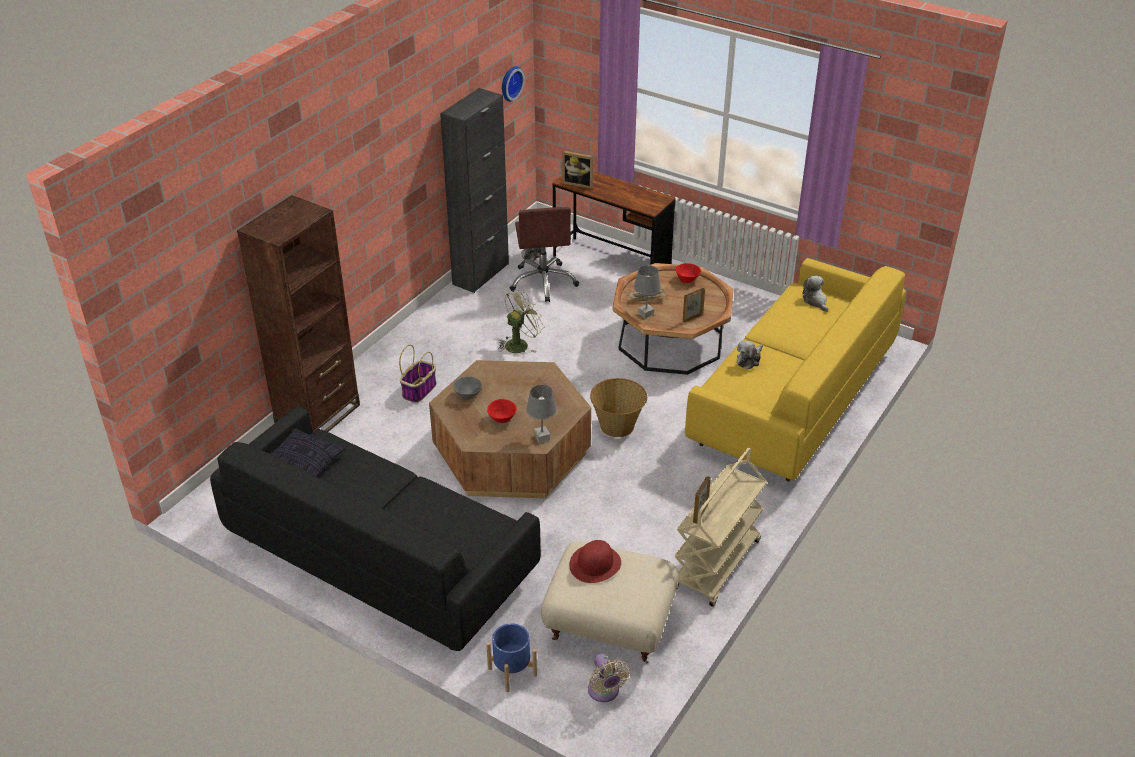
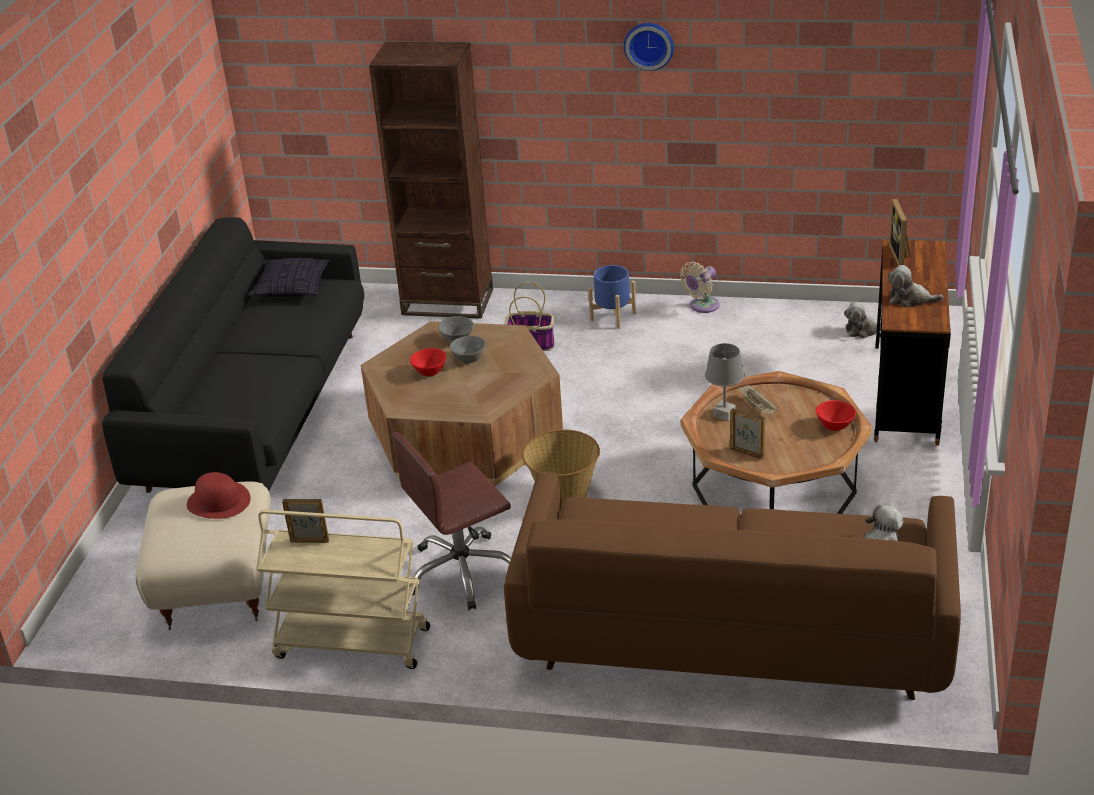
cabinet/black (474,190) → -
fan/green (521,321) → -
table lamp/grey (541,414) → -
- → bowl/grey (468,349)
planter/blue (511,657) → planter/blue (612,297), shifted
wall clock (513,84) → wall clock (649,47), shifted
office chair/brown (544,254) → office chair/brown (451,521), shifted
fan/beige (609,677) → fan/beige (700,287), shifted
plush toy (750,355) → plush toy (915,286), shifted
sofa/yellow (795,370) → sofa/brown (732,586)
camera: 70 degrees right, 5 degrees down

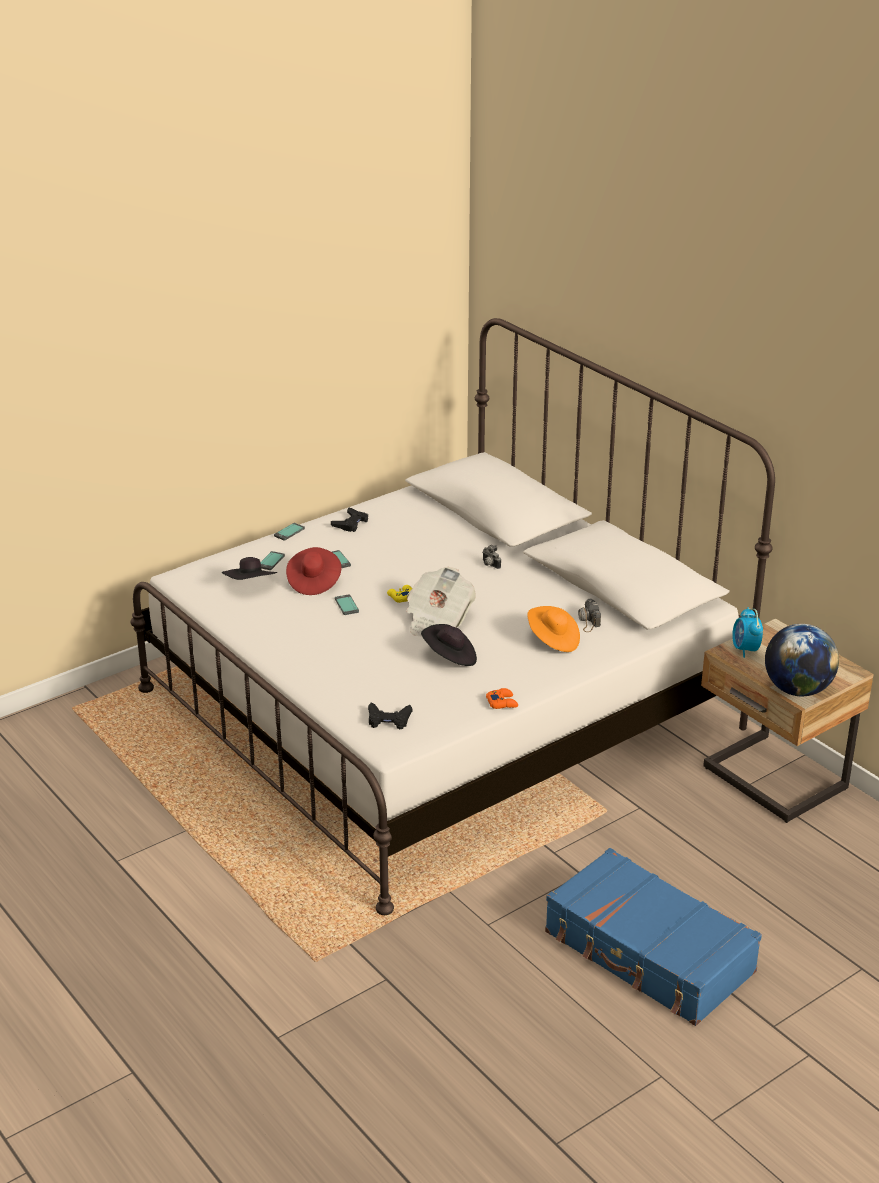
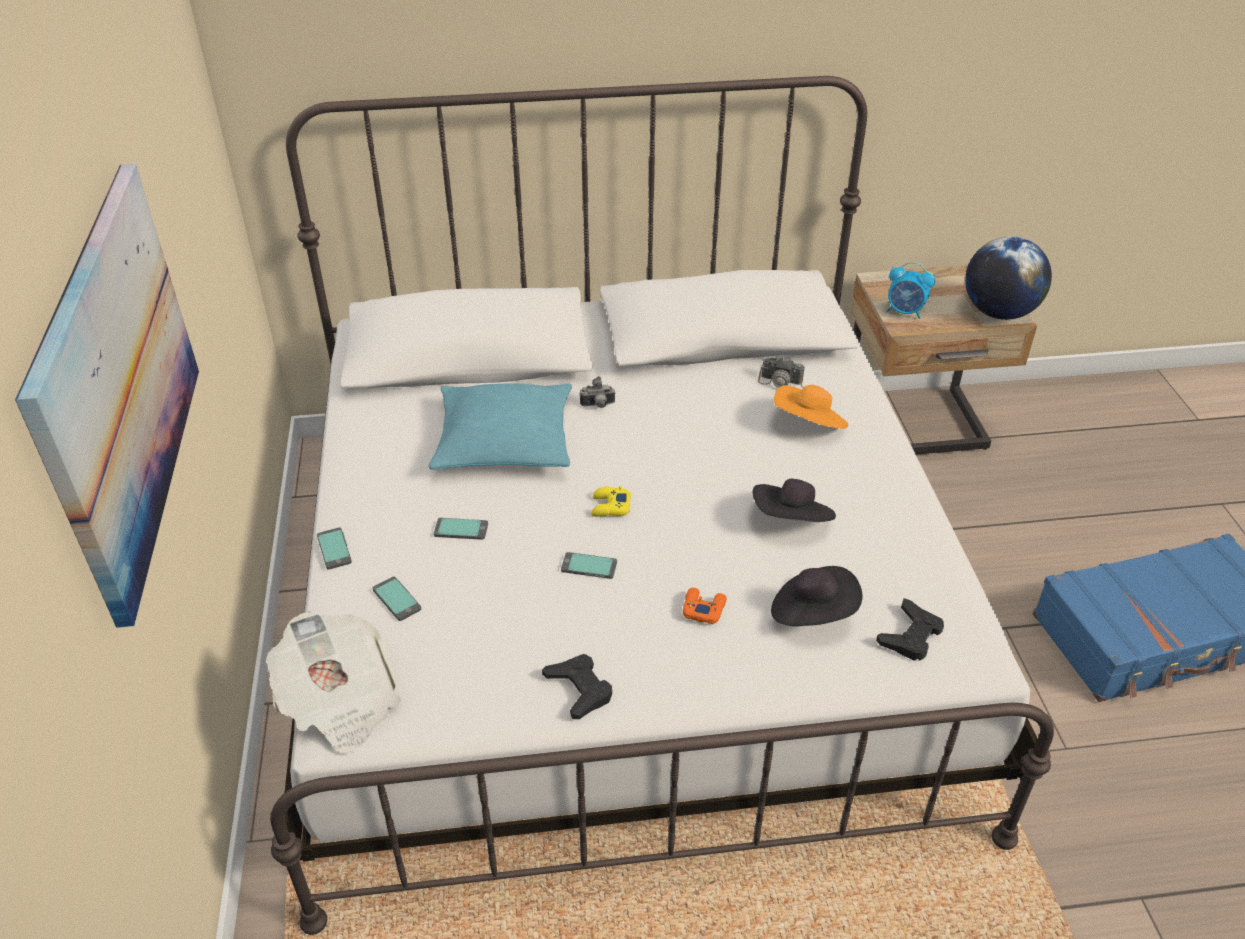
hat/red (313,571) → -
- → picture (107,396)
- → pillow/turquoise (500,426)
hat/black (250,568) → hat/black (816,596), shifted
game controller/black (349,519) → game controller/black (577,686), shifted
newspaper (441,602) → newspaper (333,682), shifted
game controller/orange (502,698) → game controller/orange (705,606), shifted
camera: 60 degrees left, 10 degrees up

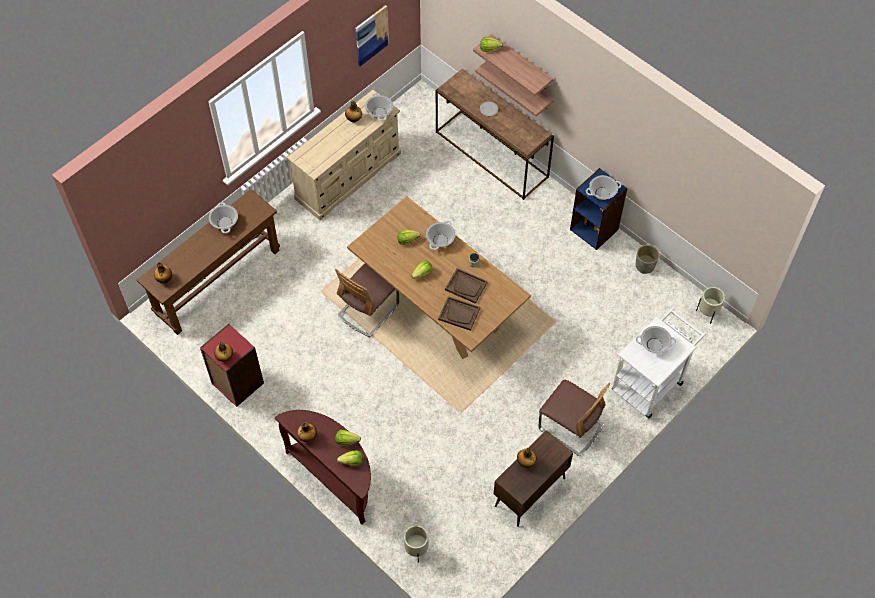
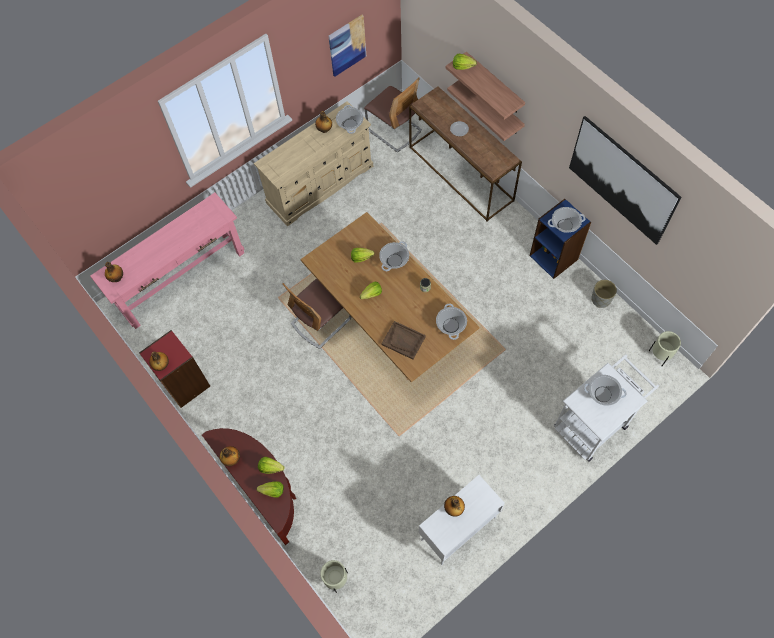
tray/brown (466,286) → -
- → picture (625,180)
cooking pot (223,217) → cooking pot (451,322), shifted
chair (574,418) → chair (393,114), shifted
console table/brown (208,262) → console table/pink (167,261)
cabinet/brown (533,478) → cabinet/white (462,520)
camera: 10 degrees right, 5 degrees up

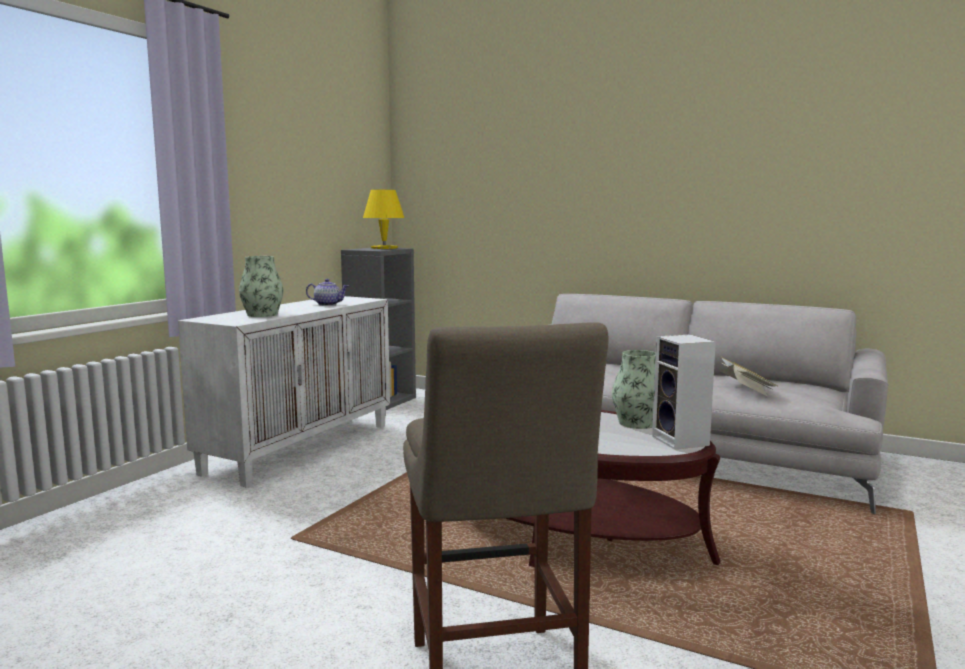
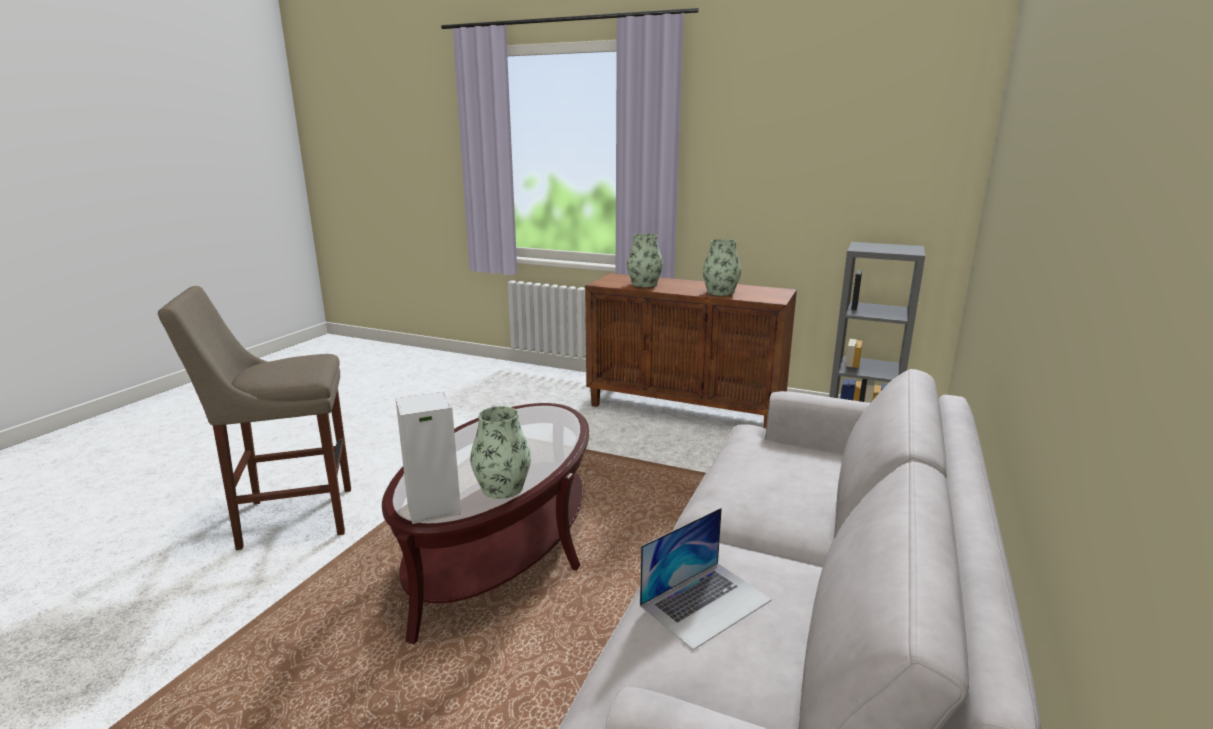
table lamp/yellow (383,219) → -
teapot (327,292) → vase (722,267)
book (748,377) → laptop (706,579)
cabinet/white (284,391) → cabinet/brown (691,351)
camera: 85 degrees right, 10 degrees up

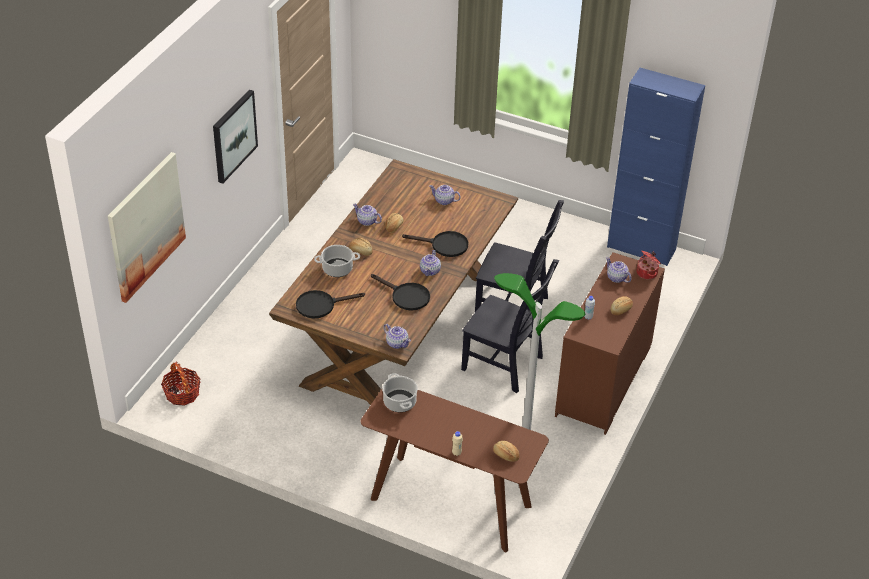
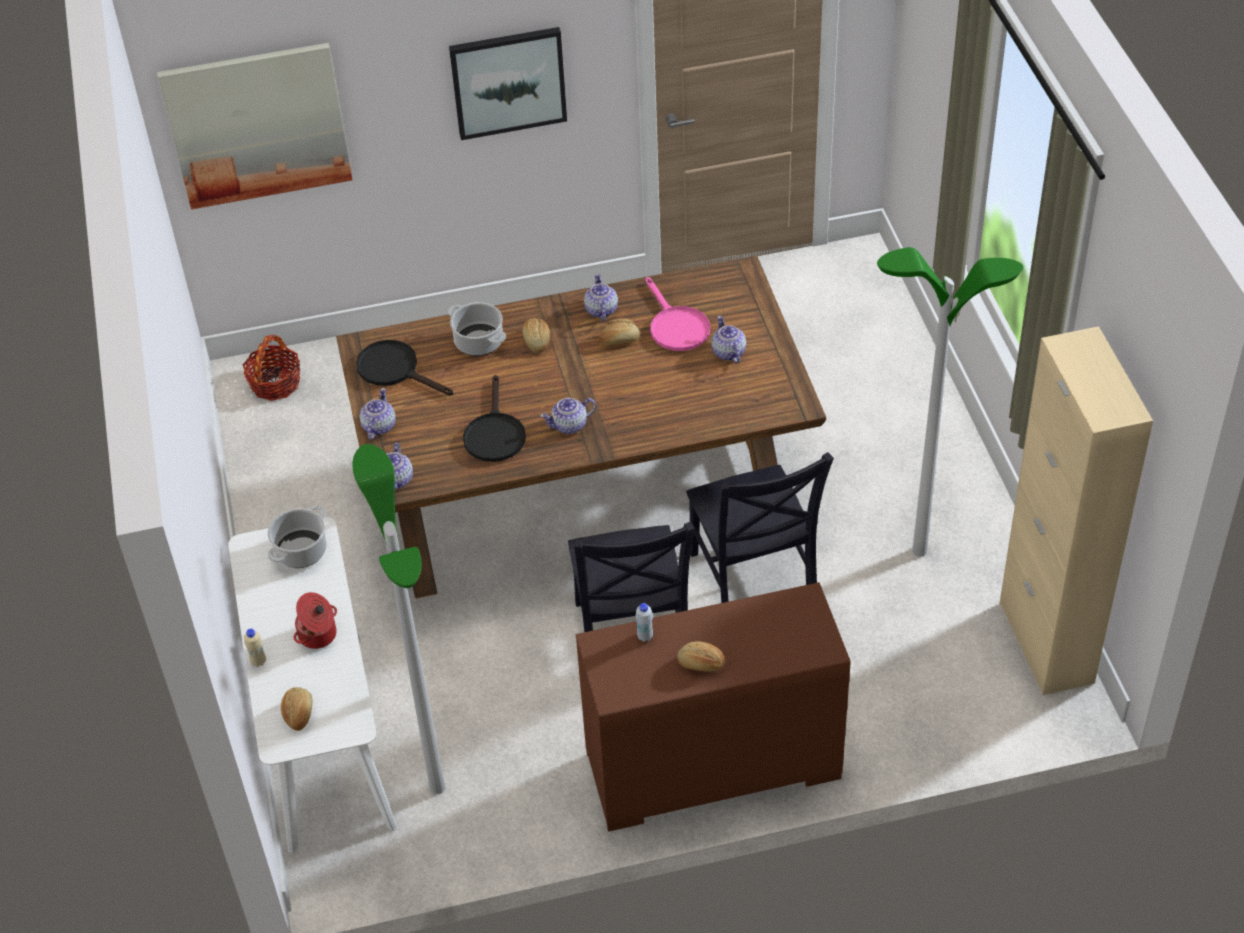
frying pan/black (435,244) → -
- → frying pan/pink (677,314)
- → floor lamp (950,402)
teapot (619,270) → teapot (377,414), shifted
cooking pot (649,265) → cooking pot (315,620), shifted
console table/brown (455,470) → console table/white (312,685)
cabinet/blue (656,167) → cabinet/beige (1076,510)
camera: 55 degrees right, 5 degrees up

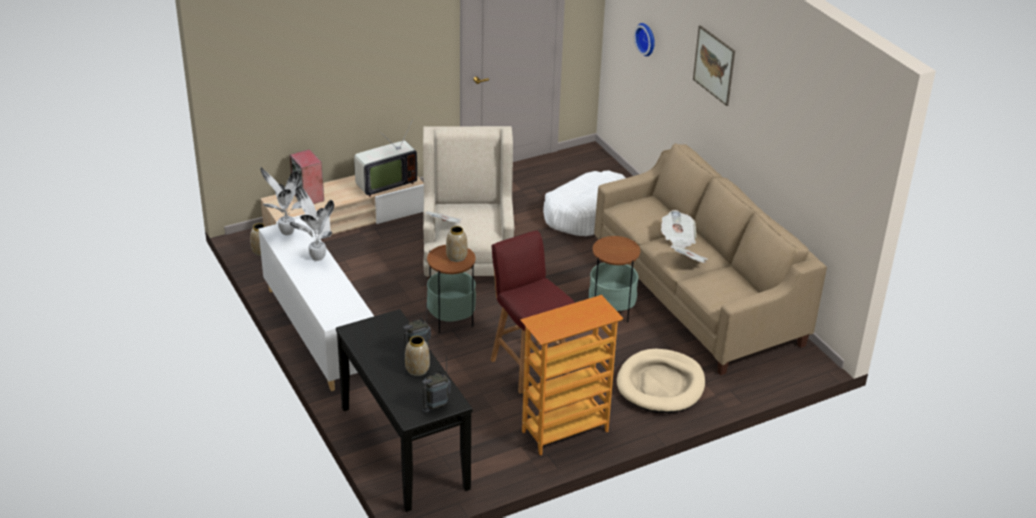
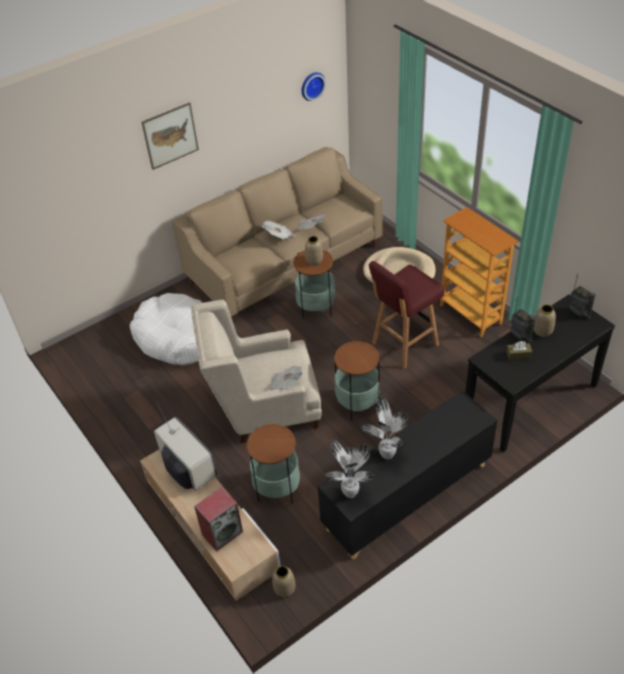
- → side table (273,463)
- → tissue box/brown (519,350)
vase (457,244) → vase (314,250), shifted
wall clock (644,39) → wall clock (313,86), shifted
cabinet/white (316,304) → cabinet/black (408,475)
camera: 95 degrees left, 10 degrees up

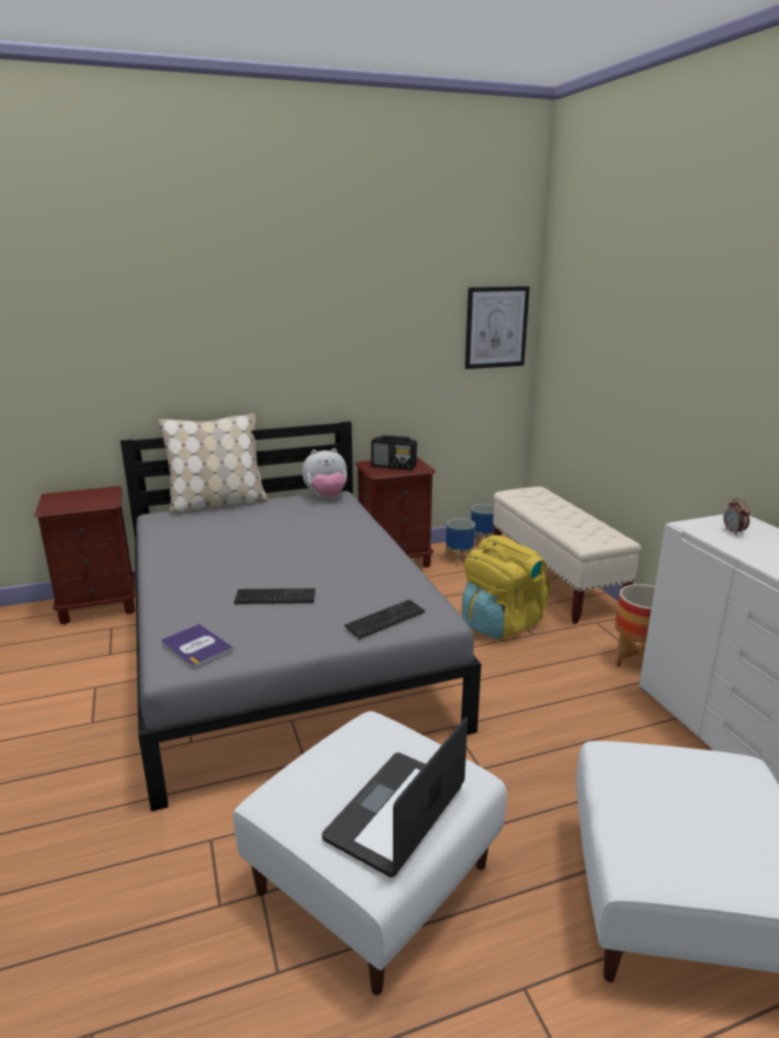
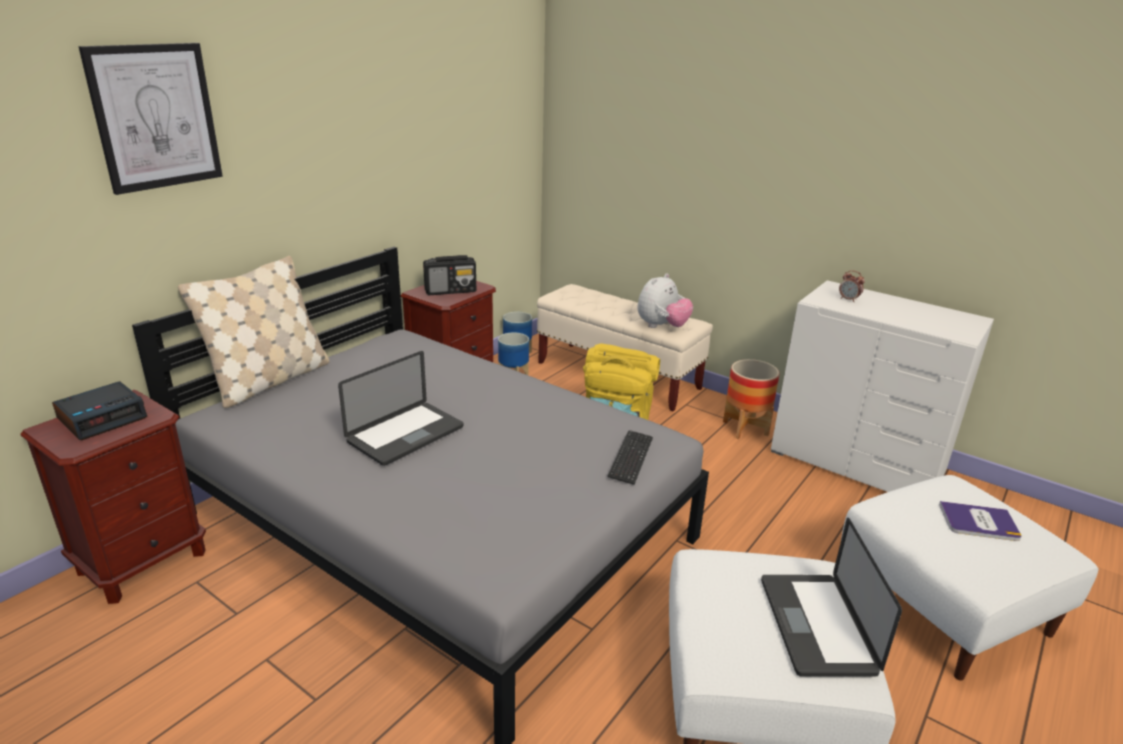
keyboard (274,596) → -
- → alarm clock (99,410)
- → laptop (400,408)
book (197,646) → book (980,521), shifted
plush toy (324,473) → plush toy (665,300), shifted
picture (497,327) → picture (151,119), shifted
camera: 35 degrees left, 5 degrees up

